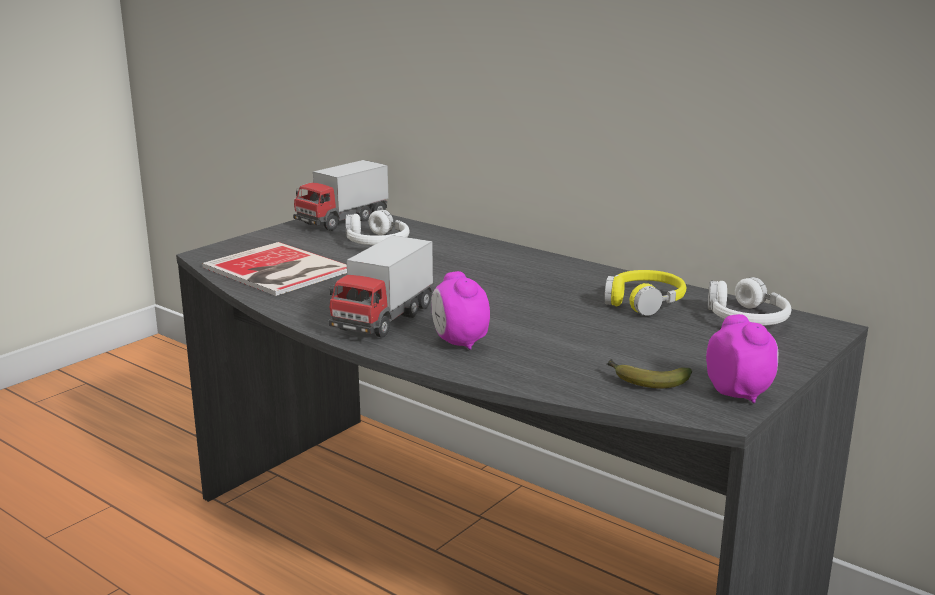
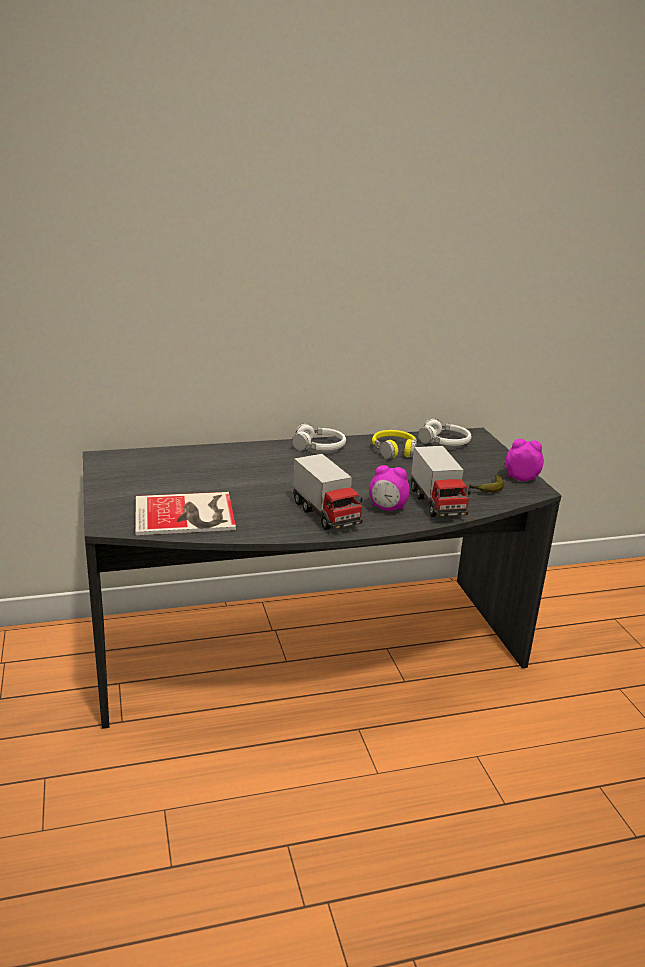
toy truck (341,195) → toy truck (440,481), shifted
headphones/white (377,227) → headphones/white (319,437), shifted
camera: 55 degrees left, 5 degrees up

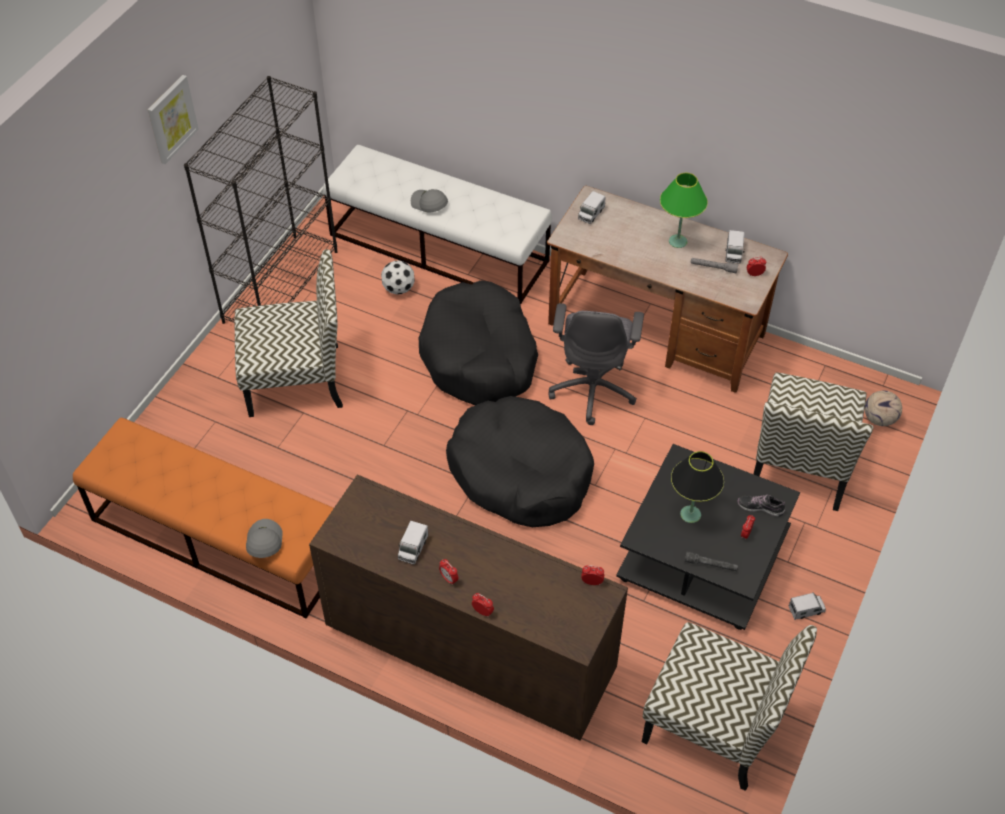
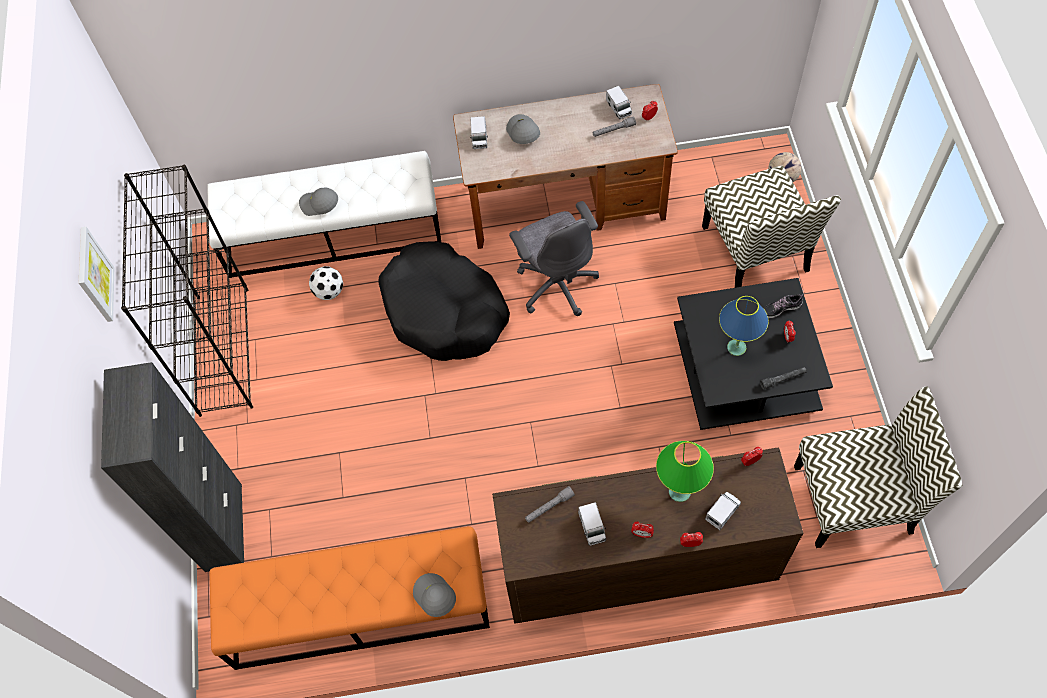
chair (289,333) → -
dog bed/black (520,461) → -
- → cabinet/black (172,467)
- → cap/grey (523,129)
- → flashlight/grey (550,504)
table lamp/green (684,210) → table lamp/green (685,471), shifted
toy truck (807,606) → toy truck (723,511), shifted
table lamp/black (697,487) → table lamp/blue (744,326)
camera: 30 degrees left, 10 degrees up

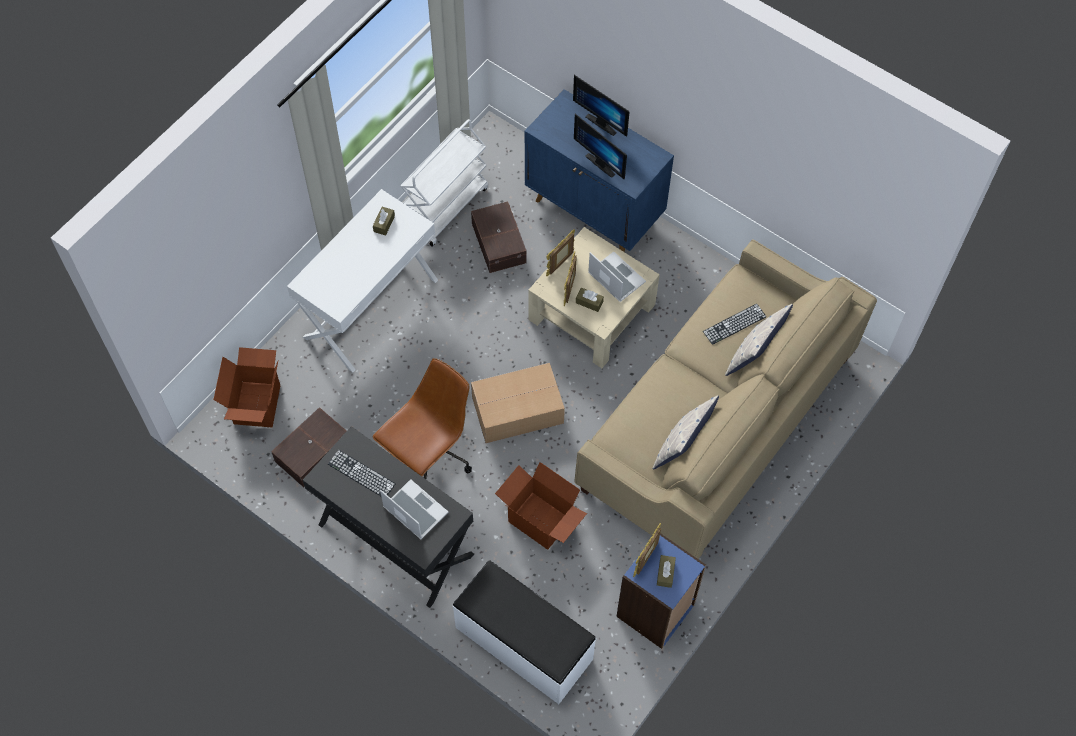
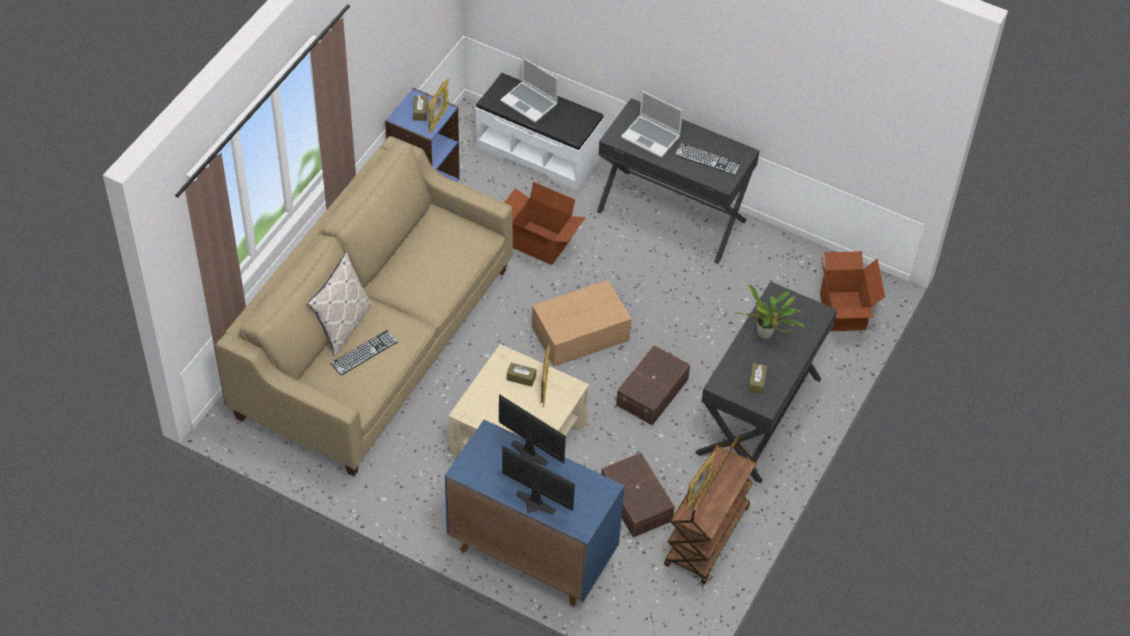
office chair/brown (422,418) → -
pillow (685,432) → -
- → potted plant (769,311)
storage box/brown (308,447) → storage box/brown (653,385), shifted
picture frame (560,252) → picture frame (700,481), shifted
laptop (617,277) → laptop (529,90), shifted
desk/white (362,280) → desk/black (766,382)
cart/white (444,183) → cart/brown (710,509)
camera: 170 degrees right, 10 degrees down

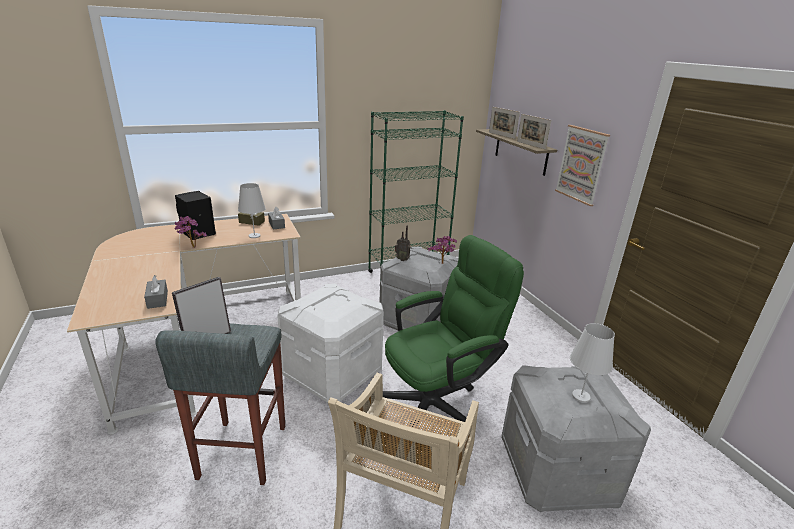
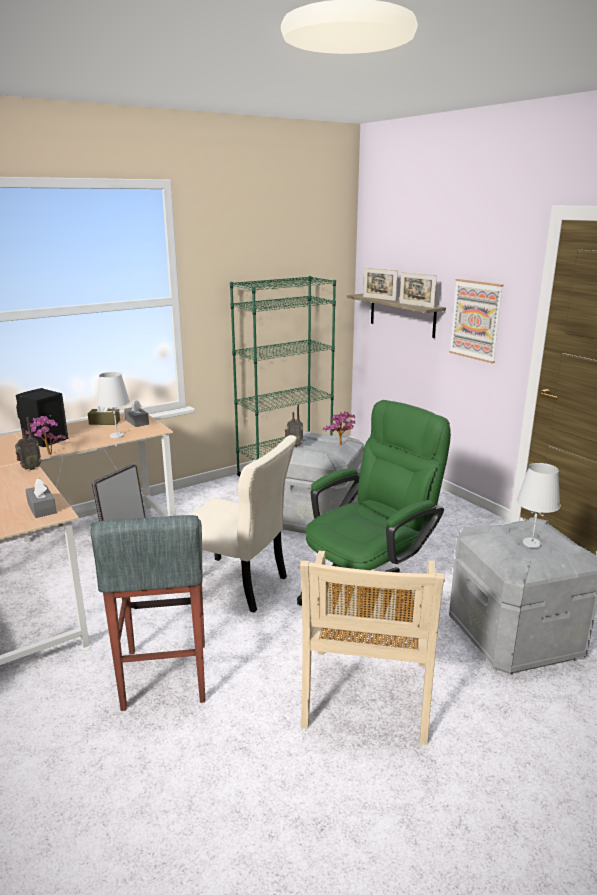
- → radio (28,443)
storage box/white (330,343) → chair/beige (243,524)
camera: 10 degrees left, 5 degrees down

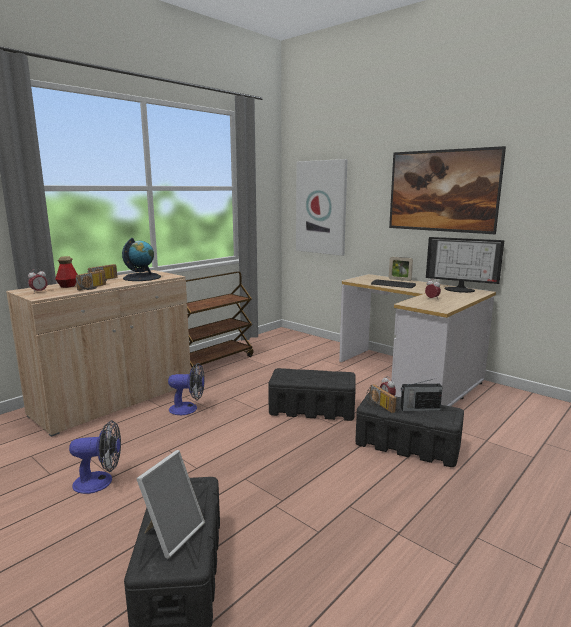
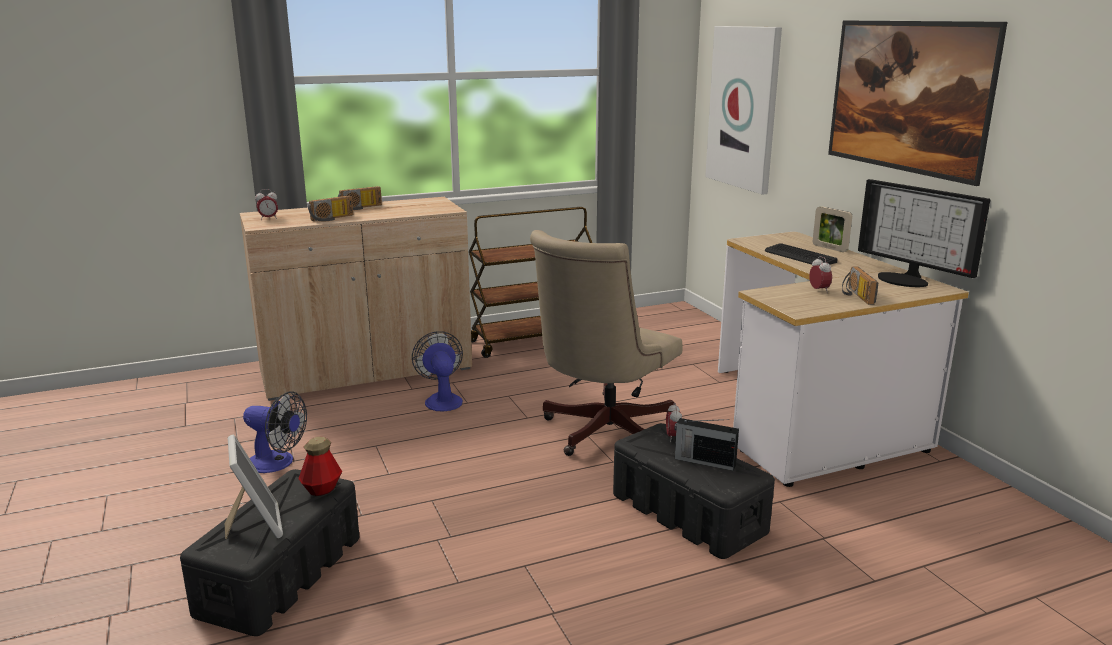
globe (141,259) → -
bottle (66,272) → bottle (320,466), shifted
radio (381,398) → radio (860,286), shifted
storage box/black (312,394) → office chair/beige (606,343)
picture frame (170,504) → picture frame (254,486), 75 degrees counterclockwise
fan (186,389) → fan (437,371), 135 degrees counterclockwise
camera: 25 degrees right, 5 degrees up

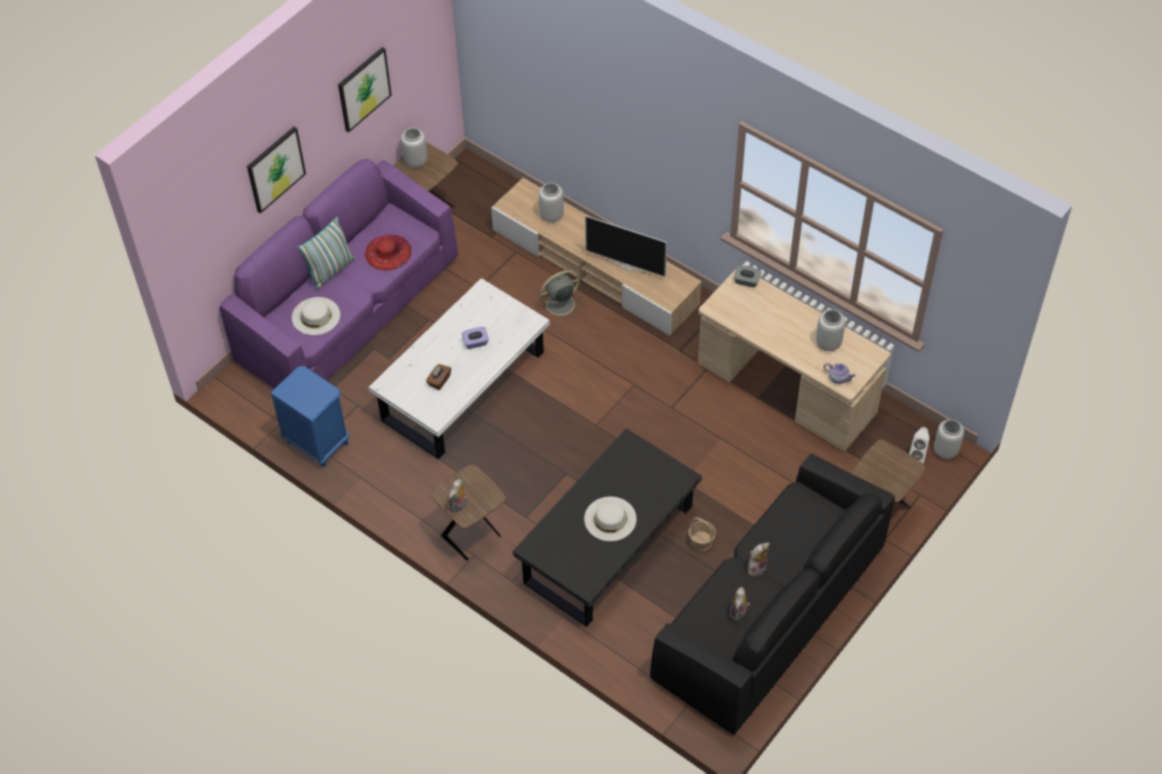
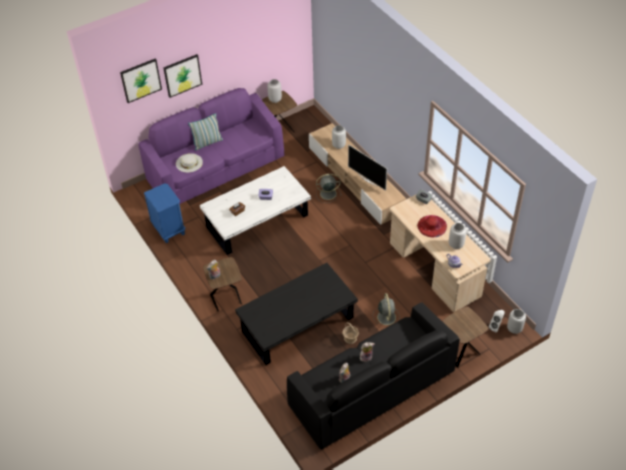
hat/white (610,519) → -
- → fan/grey (386,311)
picture (365,89) → picture (141,81), shifted
hat/red (388,252) → hat/red (432,226), shifted
camera: 20 degrees right, 5 degrees down

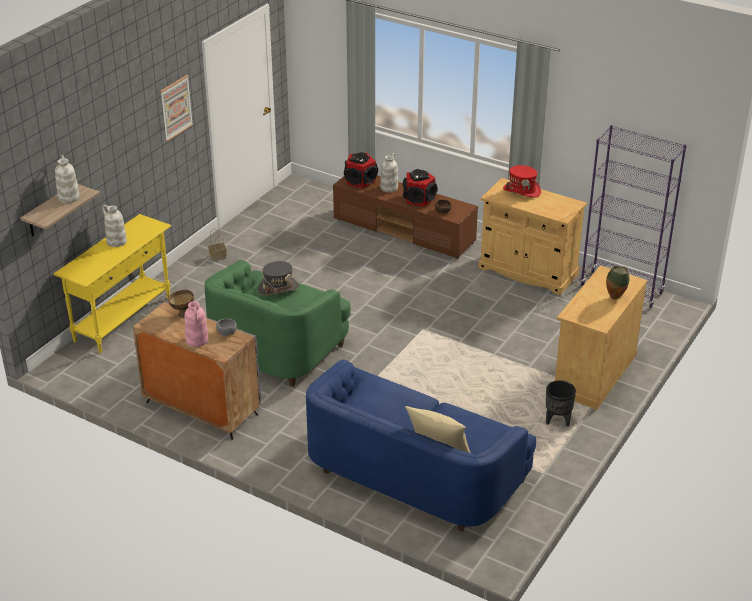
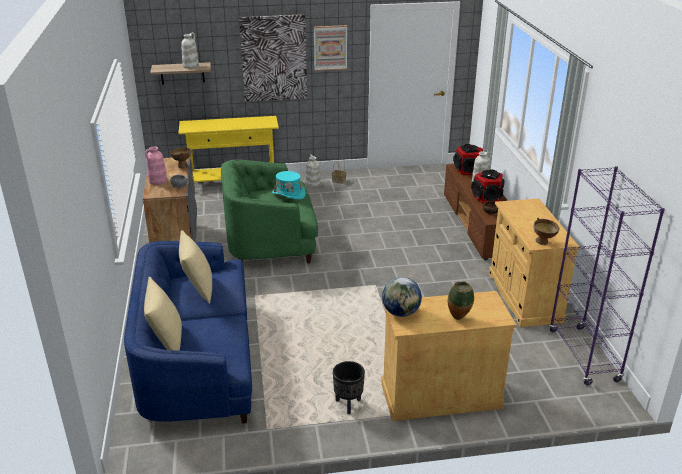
hat/red (522,181) → -
- → pillow/beige (195,267)
- → picture (273,58)
- → globe (402,297)
- → bowl/brown (546,231)
vase/white (114,226) → vase/white (313,170), shifted
hat/grey (278,278) → hat/turquoise (289,185)
camera: 50 degrees right, 5 degrees down

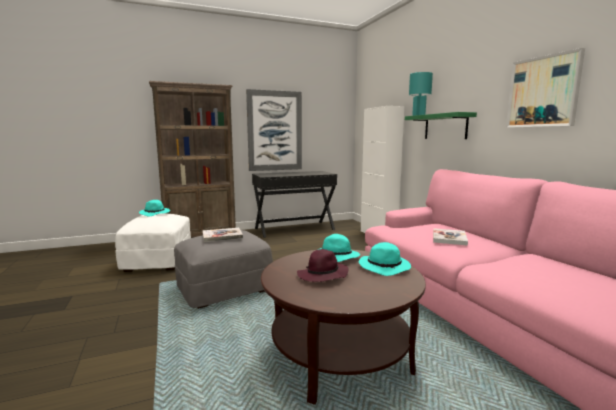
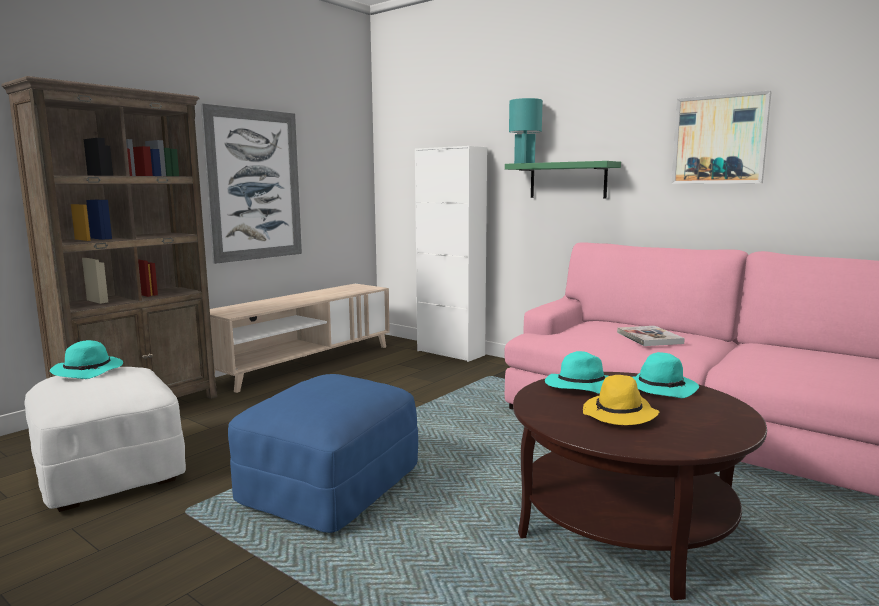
book (222,235) → -
desk/black (294,204) → tv stand/beige (300,338)
ottoman/grey (223,269) → ottoman/blue (323,453)
hat/purple (323,265) → hat/yellow (621,400)
camera: 30 degrees left, 0 degrees up

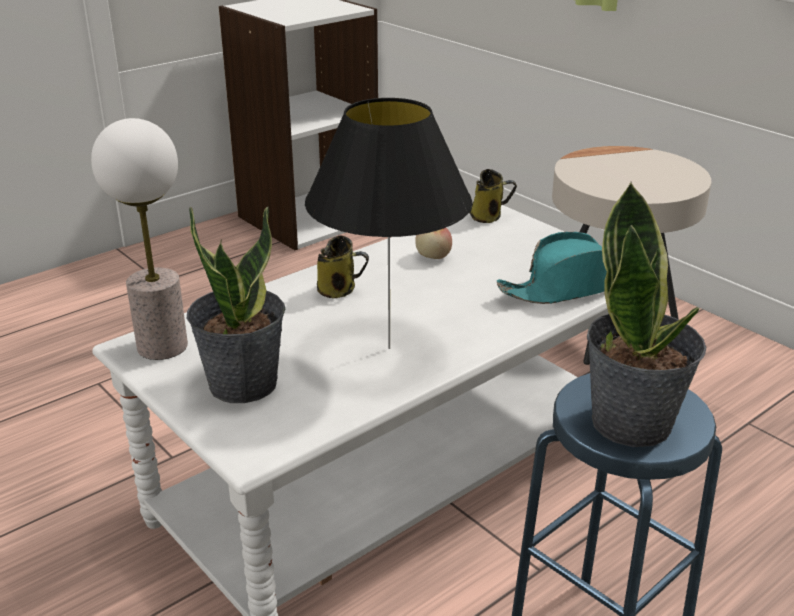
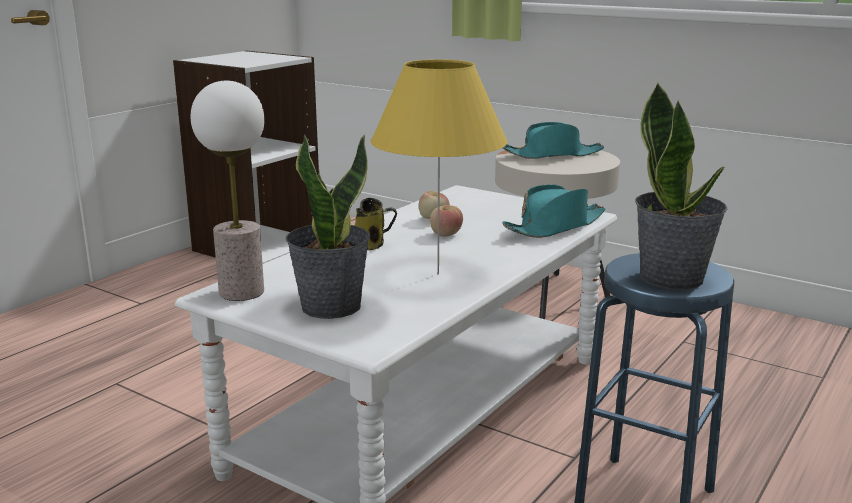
mug (493,196) → -
- → apple (446,221)
- → hat/turquoise (553,140)
table lamp/black (388,223) → table lamp/yellow (439,166)
camera: 15 degrees left, 10 degrees down

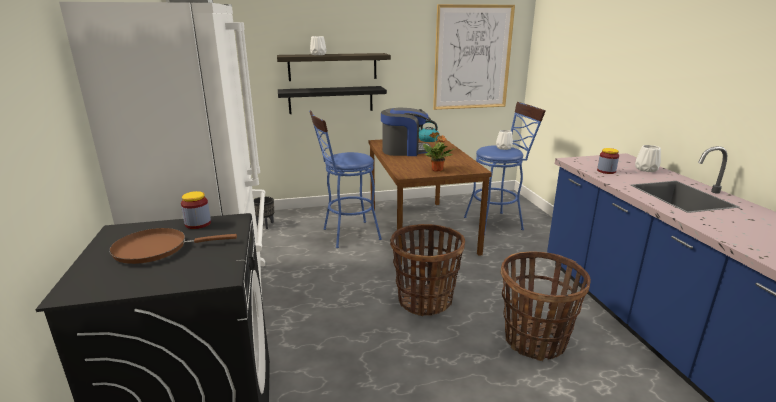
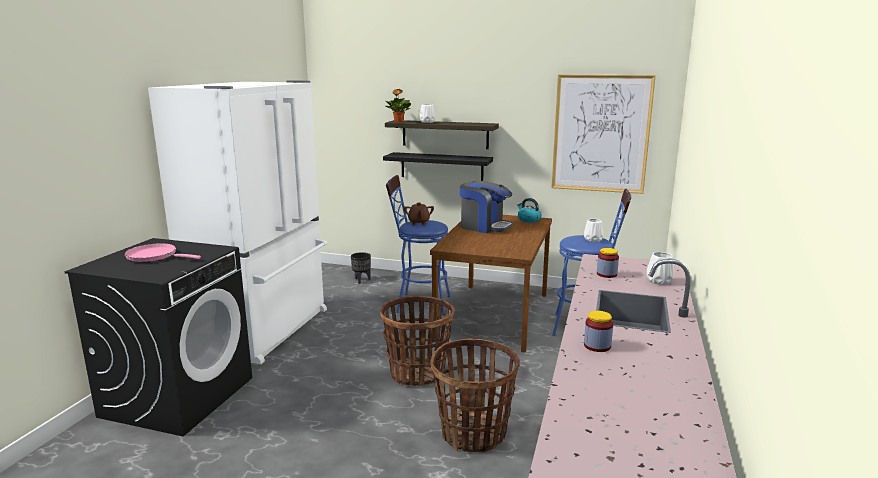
- → teapot/brown (419,214)
jar (196,210) → jar (598,331), shifted
potted plant (438,152) → potted plant (398,105), shifted
frying pan/brown (173,246) → frying pan/pink (162,252)
camera: 30 degrees right, 5 degrees down

